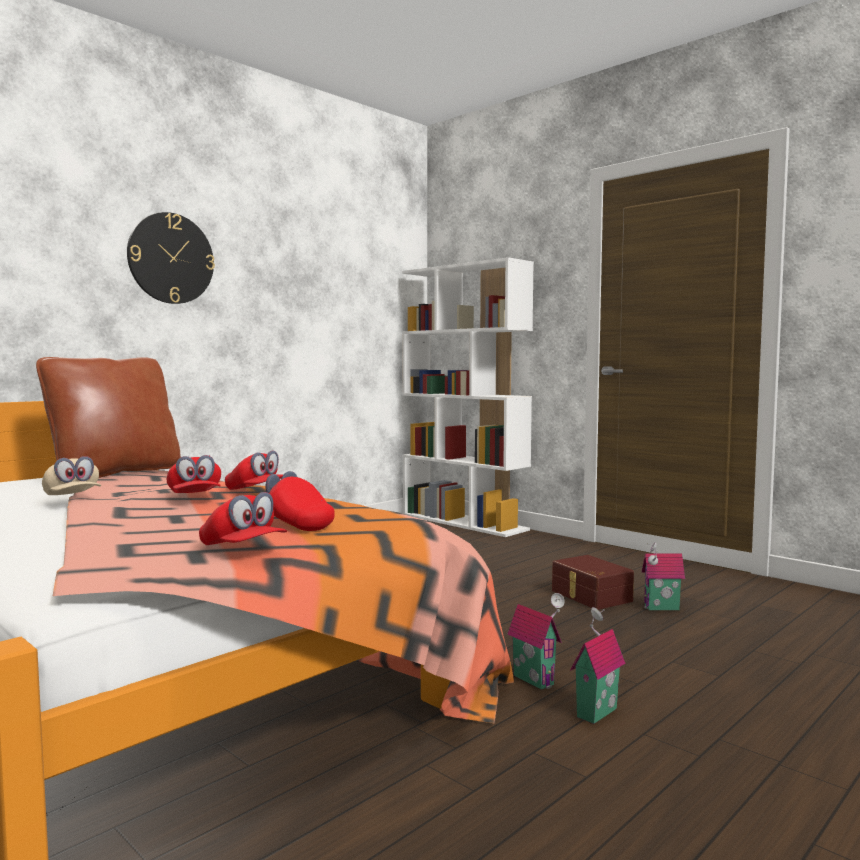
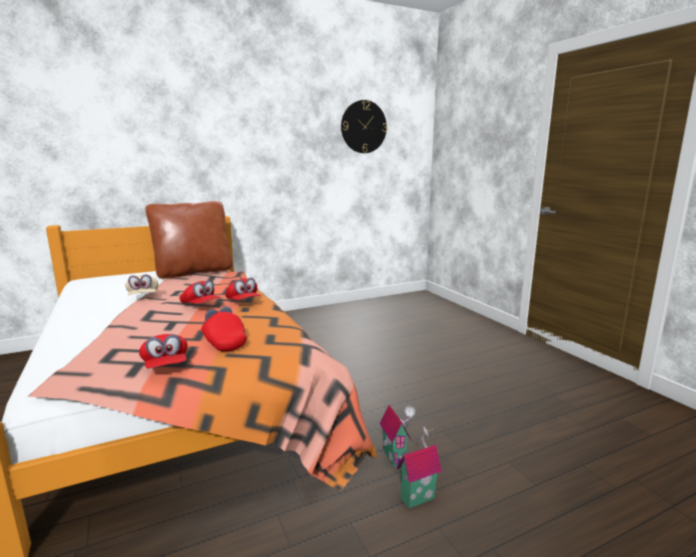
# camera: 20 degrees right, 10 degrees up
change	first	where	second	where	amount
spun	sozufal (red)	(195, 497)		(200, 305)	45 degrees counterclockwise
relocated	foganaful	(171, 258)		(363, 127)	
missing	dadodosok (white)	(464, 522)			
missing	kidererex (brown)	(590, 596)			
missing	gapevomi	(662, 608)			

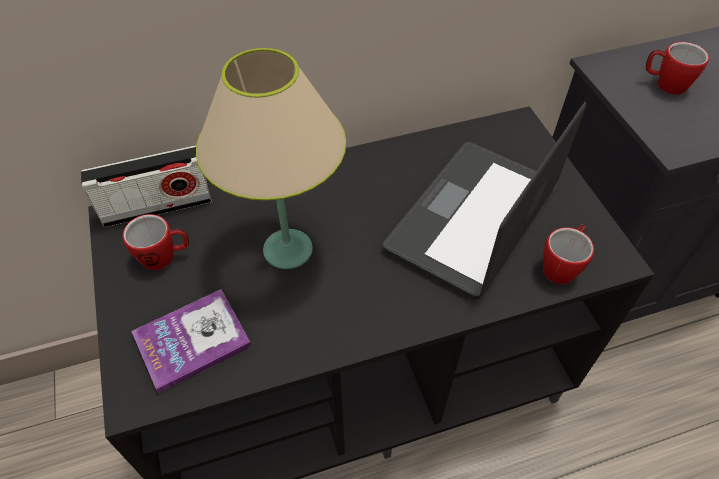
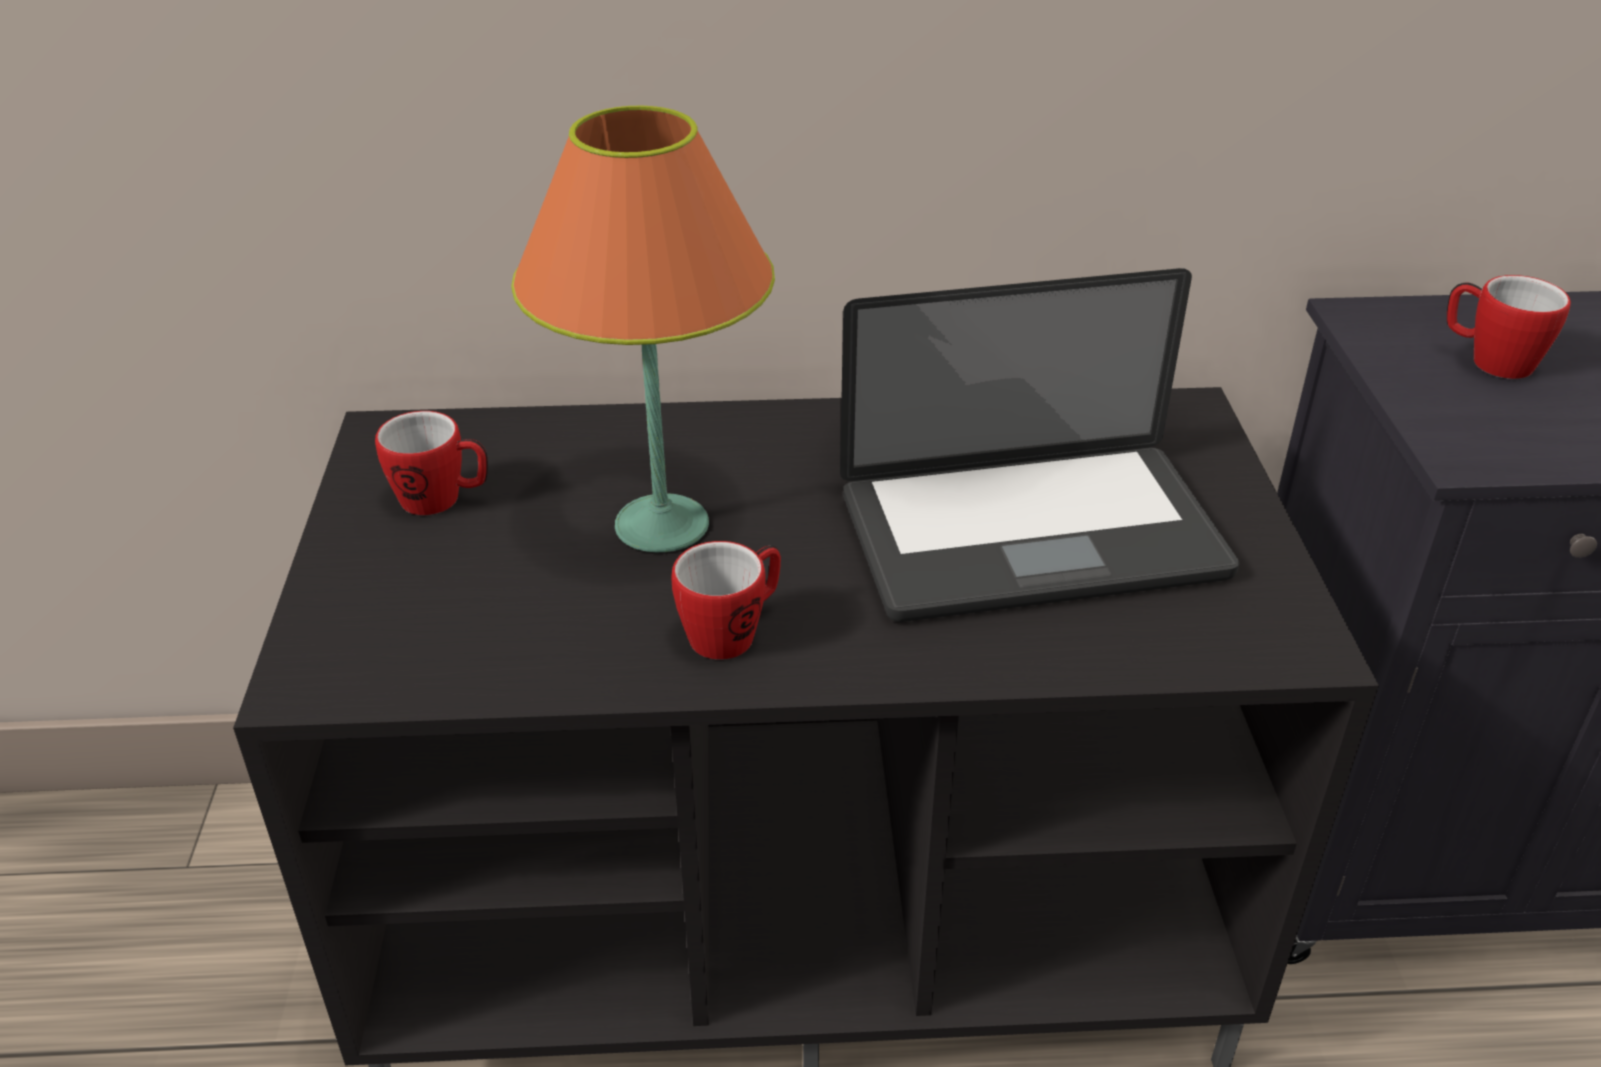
# camera: 15 degrees right, 15 degrees down
change	first	where	second	where	amount
colour	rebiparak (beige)	(287, 250)	rebiparak (orange)	(661, 525)	
relocated	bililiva	(561, 266)		(733, 632)	
spun	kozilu	(472, 218)		(1031, 536)	150 degrees counterclockwise
missing	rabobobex	(157, 207)			
missing	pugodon	(192, 341)			

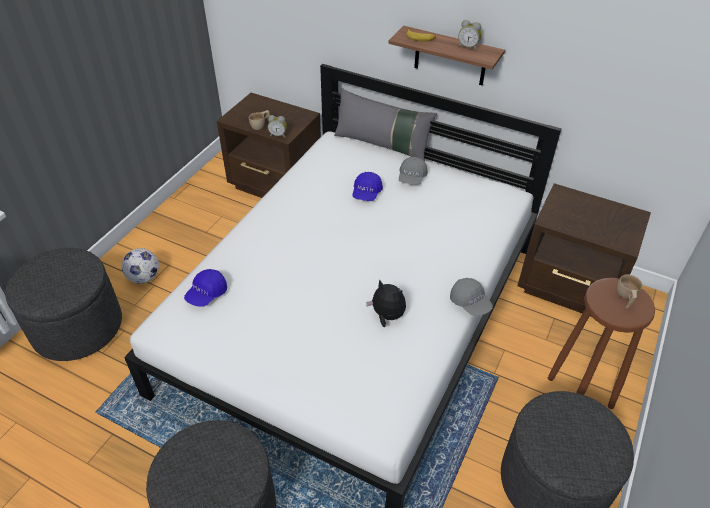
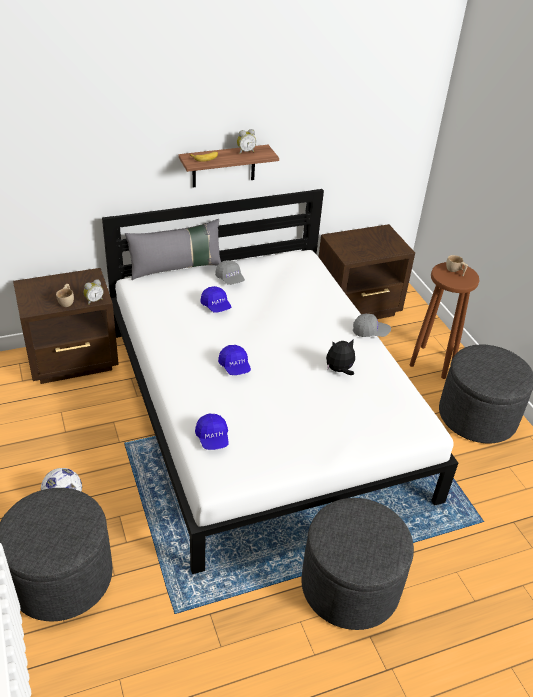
# camera: 50 degrees left, 5 degrees down
change	first	where	second	where	amount
appeared			sozufal (blue)	(235, 367)	

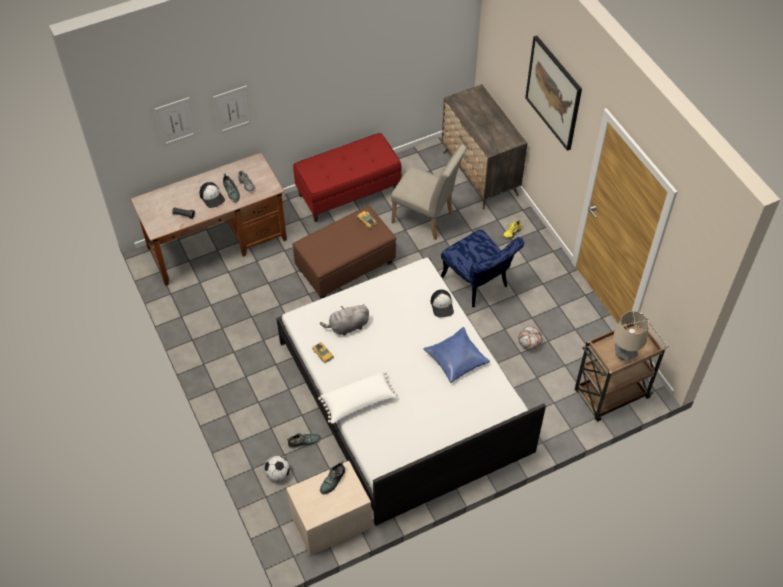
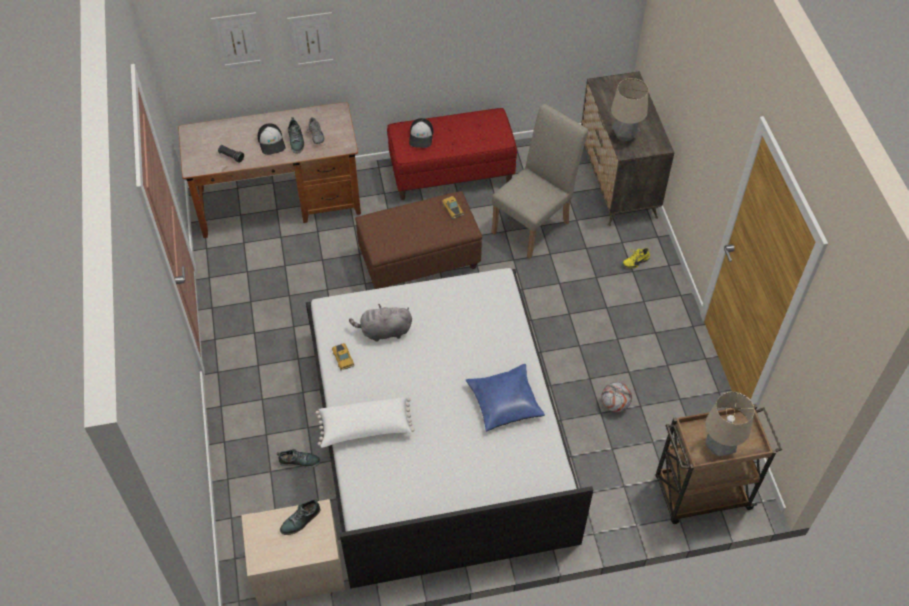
# camera: 15 degrees right, 0 degrees up
change	first	where	second	where	amount
relocated	sozufal	(442, 305)		(421, 136)	
spun	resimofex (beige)	(426, 219)		(535, 224)	90 degrees counterclockwise
appeared			rebiparak	(624, 136)	
missing	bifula	(278, 474)			
missing	resimofex (blue)	(478, 285)			
missing	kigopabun	(554, 93)			

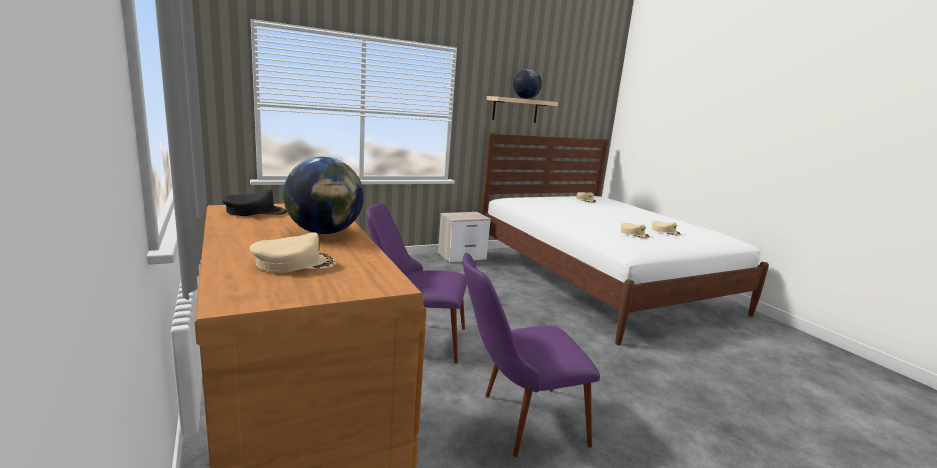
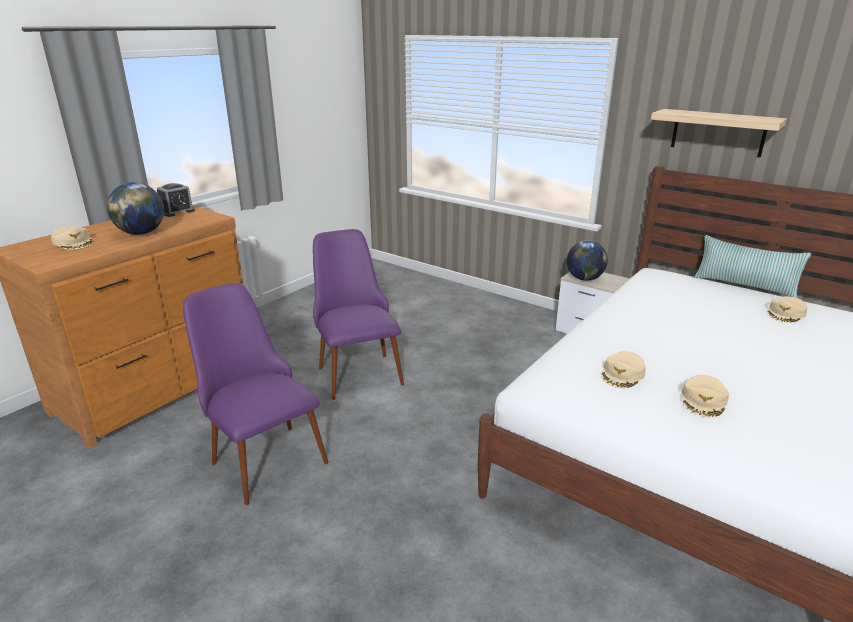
# camera: 65 degrees right, 10 degrees up
change	first	where	second	where	amount
exchanged	sozufal (black)	(255, 211)	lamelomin	(177, 212)	
relocated	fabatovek	(525, 99)		(584, 279)	
appeared			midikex	(744, 286)	

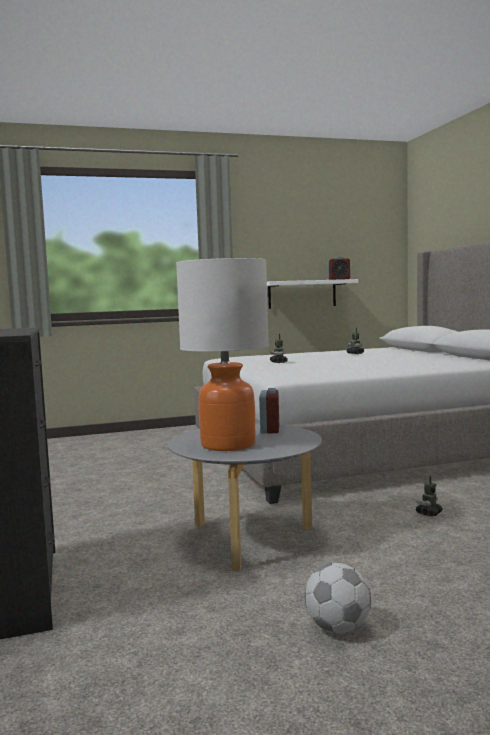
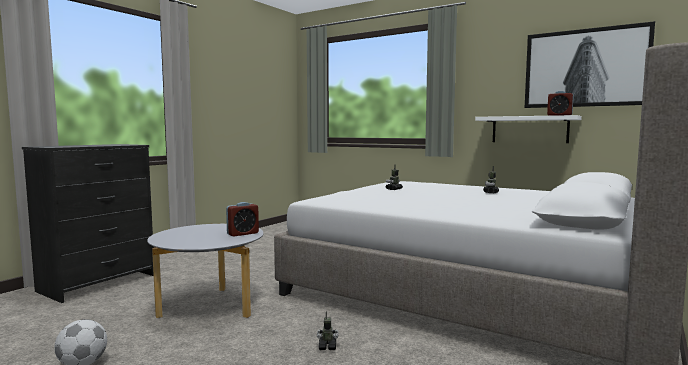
# camera: 50 degrees right, 0 degrees up
change	first	where	second	where	amount
appeared			kigopabun	(585, 68)	
missing	rebiparak	(228, 445)			

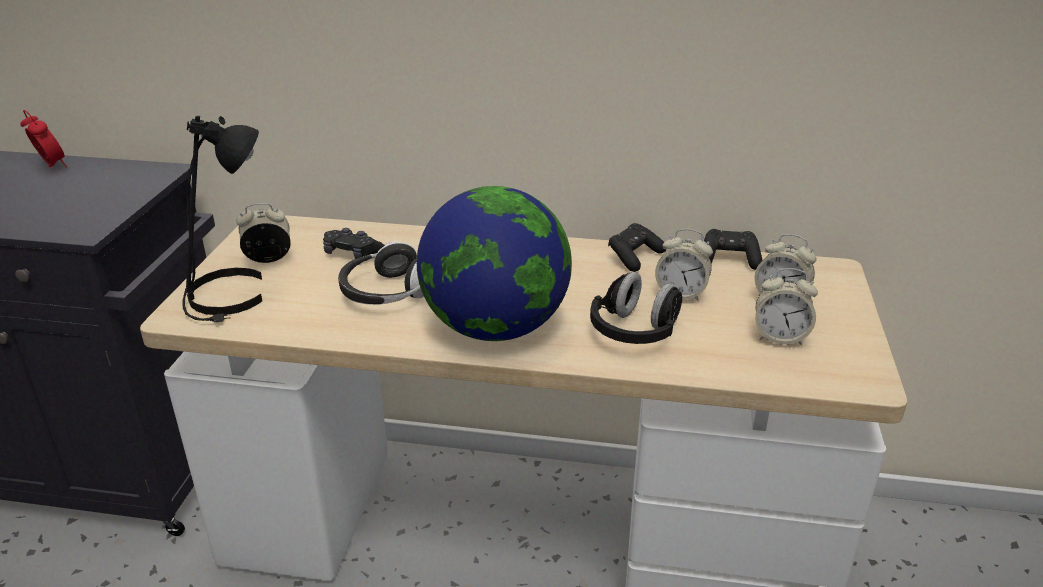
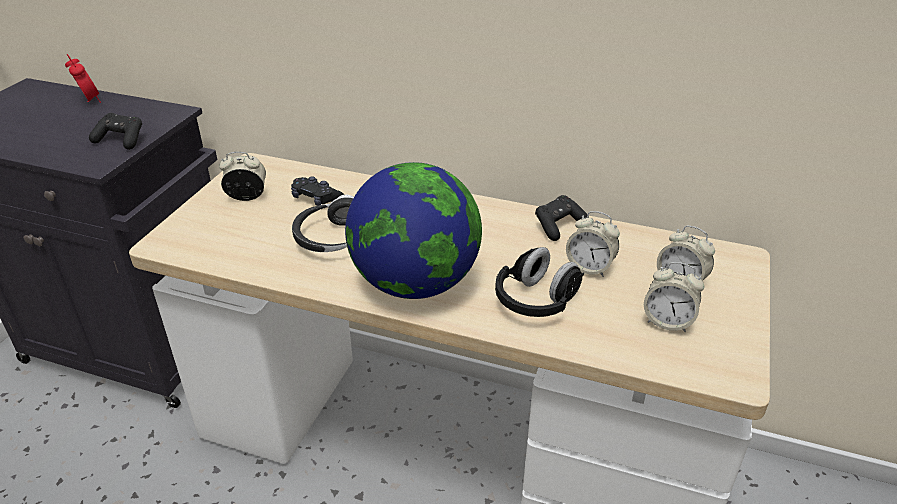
# camera: 10 degrees right, 5 degrees up
change	first	where	second	where	amount
relocated	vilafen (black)	(729, 260)		(121, 140)	
missing	rebiparak (black)	(229, 297)			

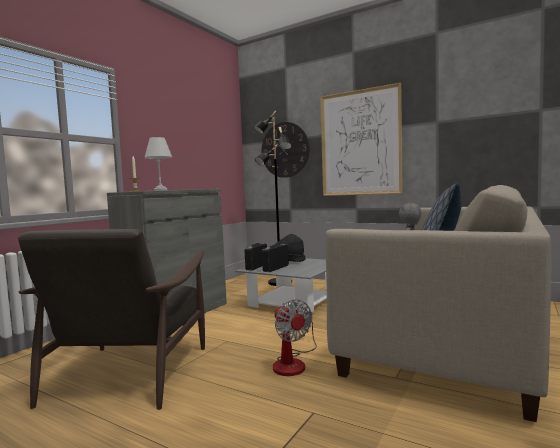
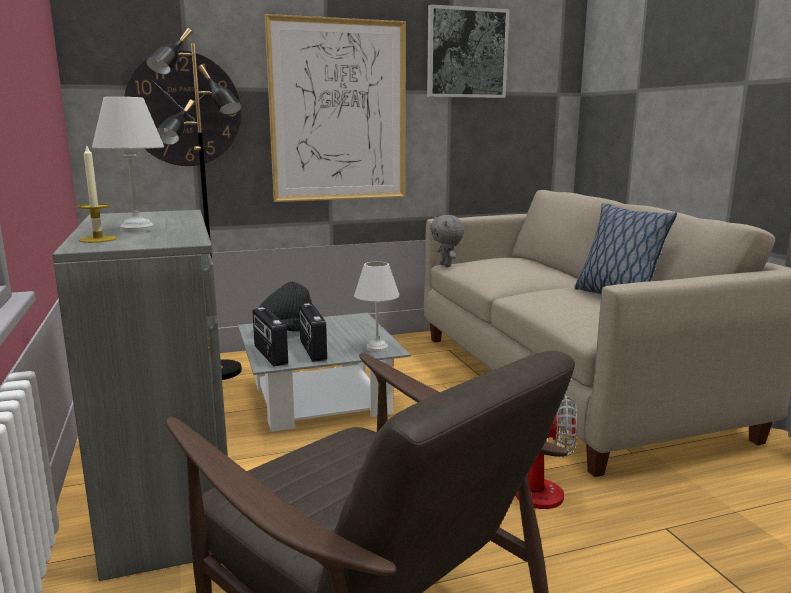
# camera: 50 degrees left, 10 degrees up
change	first	where	second	where	amount
appeared			rebiparak (white)	(377, 348)	
appeared			kigopabun	(466, 53)	

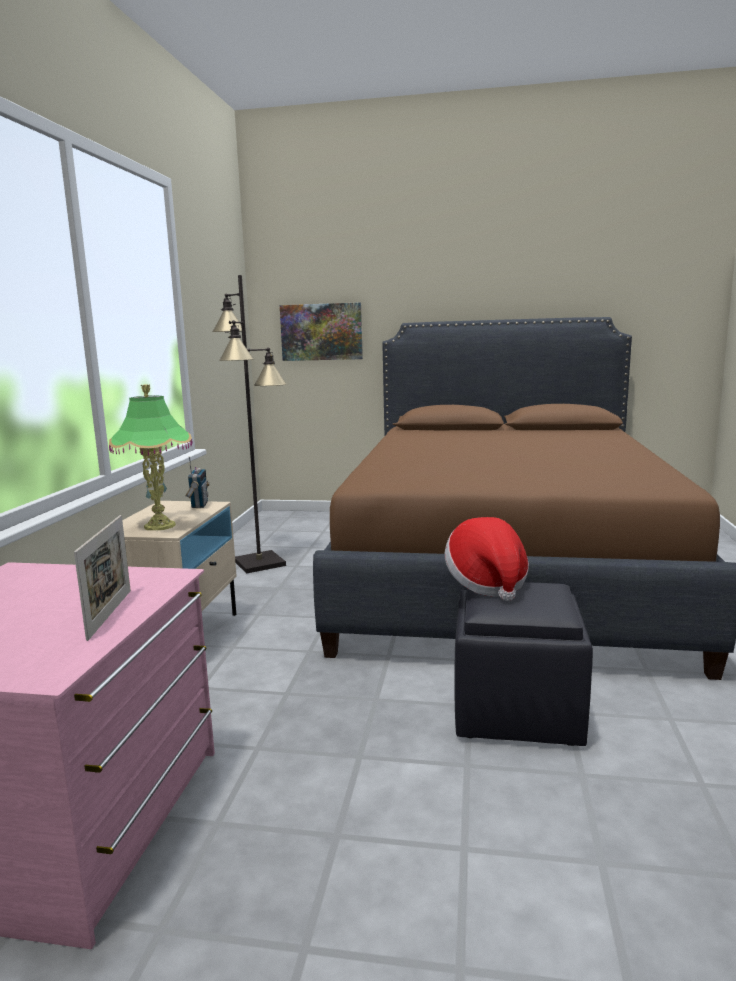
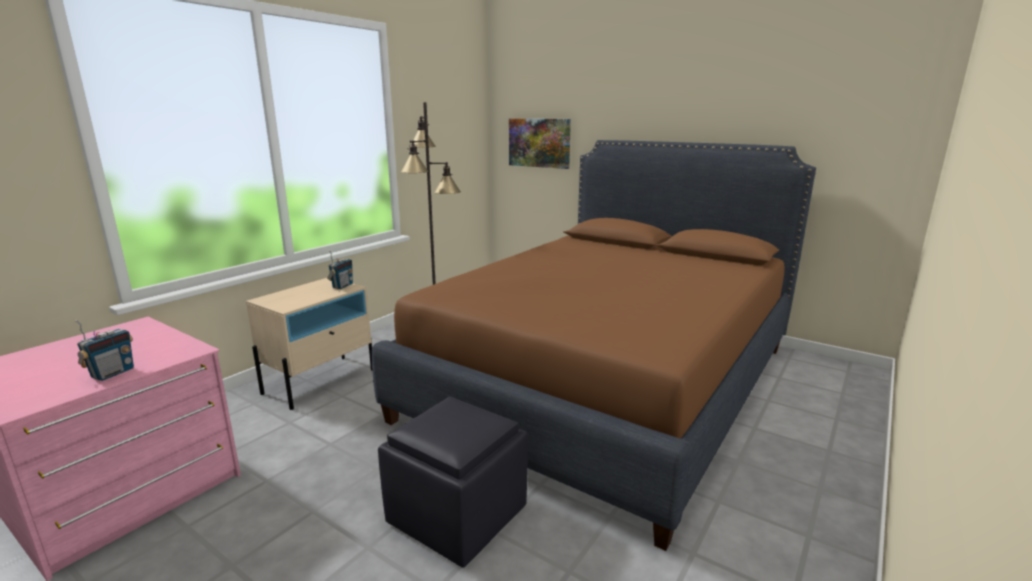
# camera: 25 degrees right, 5 degrees up
change	first	where	second	where	amount
exchanged	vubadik	(110, 614)	rabobobex	(112, 373)	
missing	rebiparak	(159, 526)			
missing	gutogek	(487, 583)			

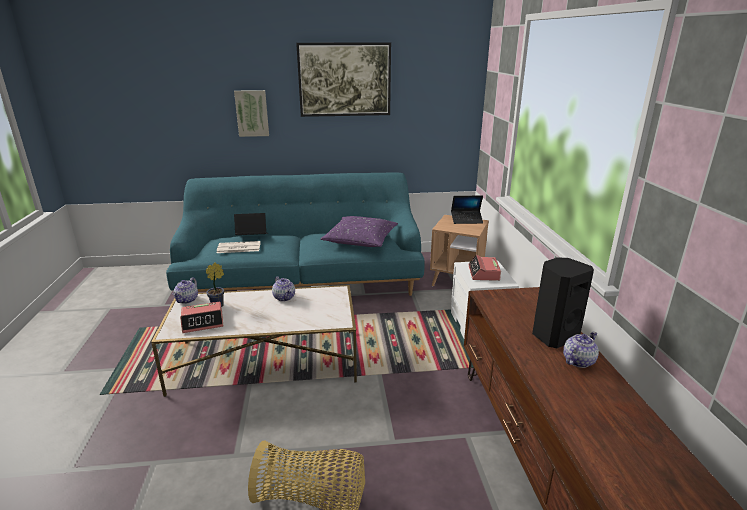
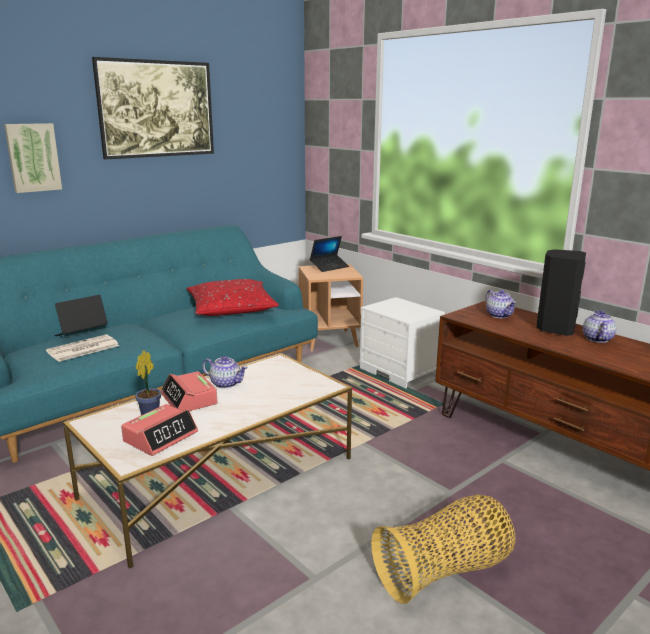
# camera: 35 degrees left, 5 degrees down
change	first	where	second	where	amount
relocated	lamelomin	(483, 273)		(189, 399)	
colour	midikex (purple)	(360, 239)	midikex (red)	(232, 308)	
relocated	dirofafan	(187, 300)		(499, 315)	

